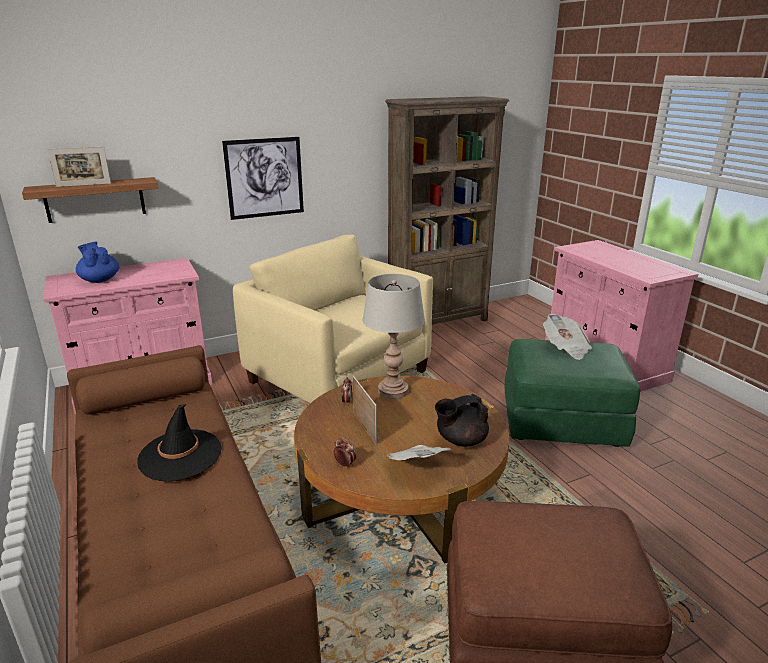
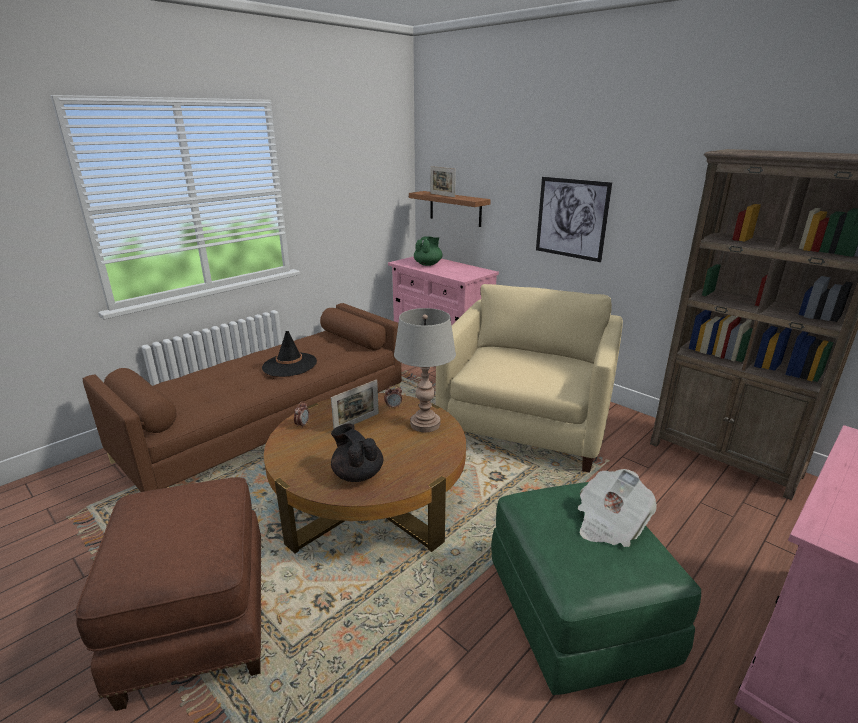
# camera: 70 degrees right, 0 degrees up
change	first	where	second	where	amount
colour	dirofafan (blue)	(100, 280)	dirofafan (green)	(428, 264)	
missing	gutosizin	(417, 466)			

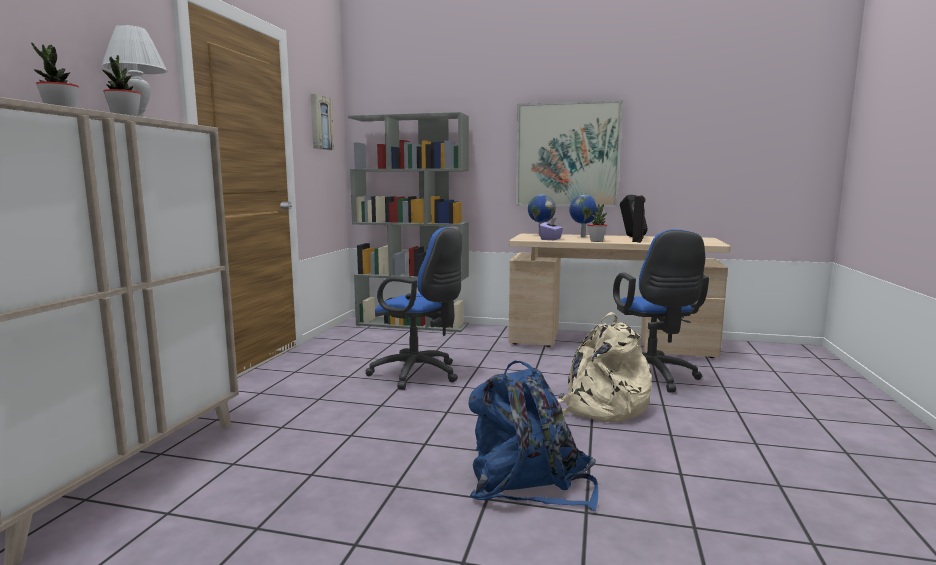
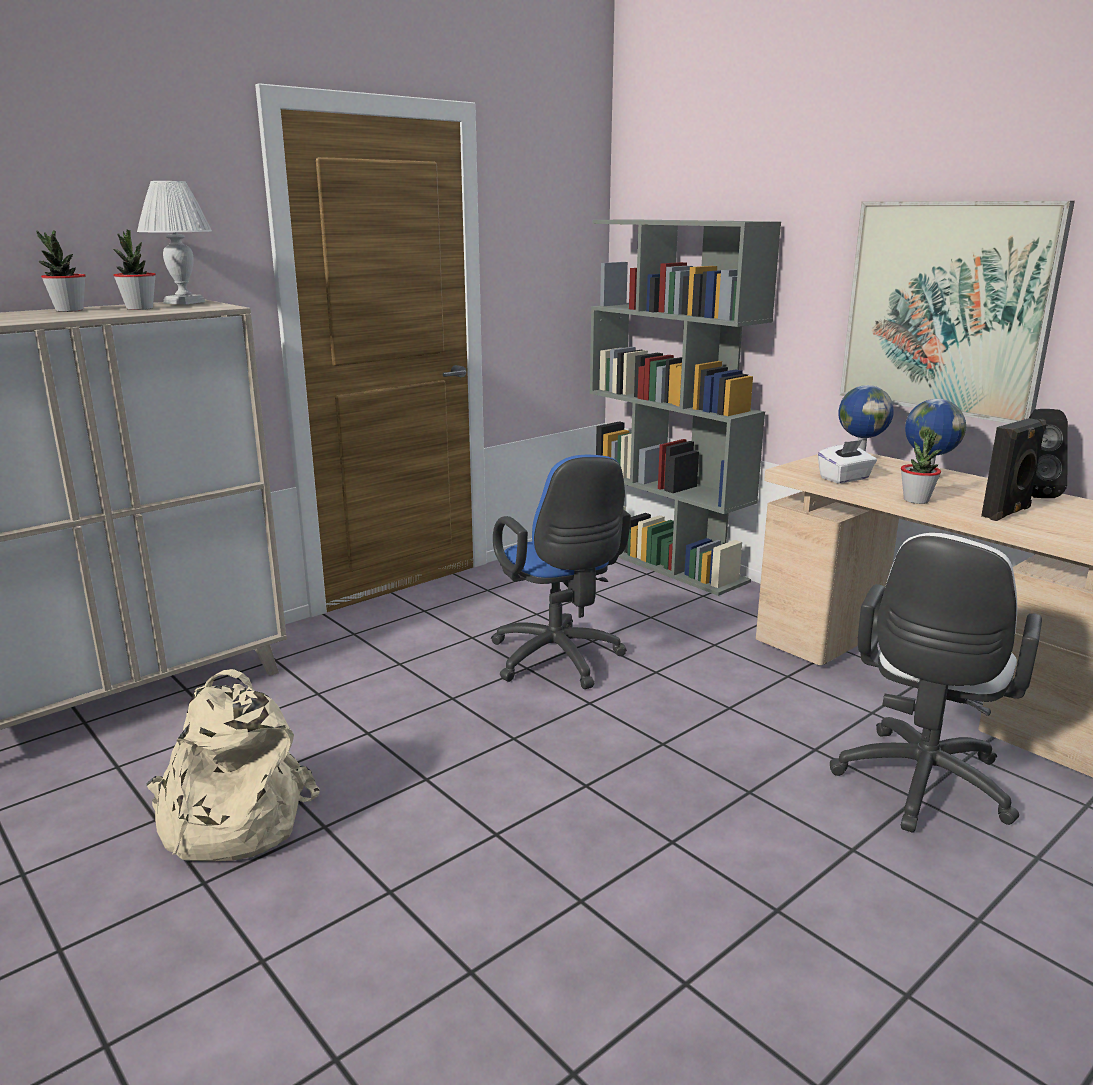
# camera: 35 degrees right, 10 degrees up
change	first	where	second	where	amount
relocated	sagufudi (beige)	(600, 407)		(230, 819)	
colour	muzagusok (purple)	(551, 239)	muzagusok (white)	(845, 478)	
colour	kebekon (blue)	(652, 377)	kebekon (white)	(920, 787)	
missing	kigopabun	(320, 123)			
missing	sagufudi (blue)	(528, 482)			

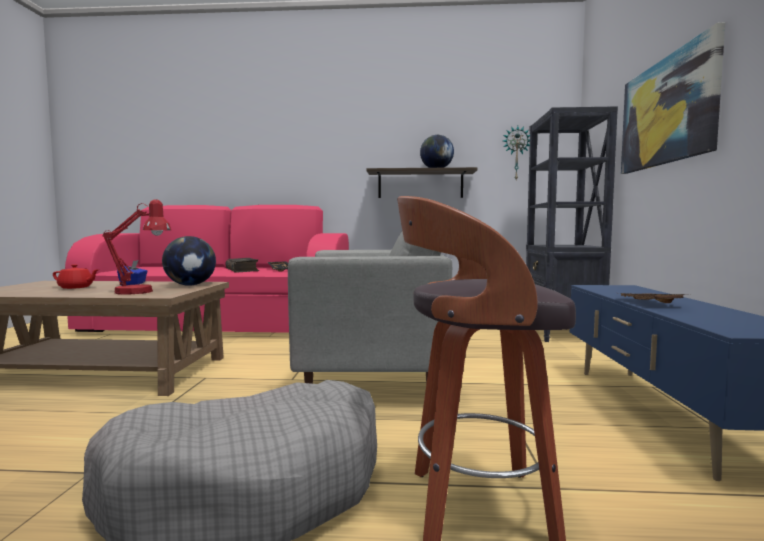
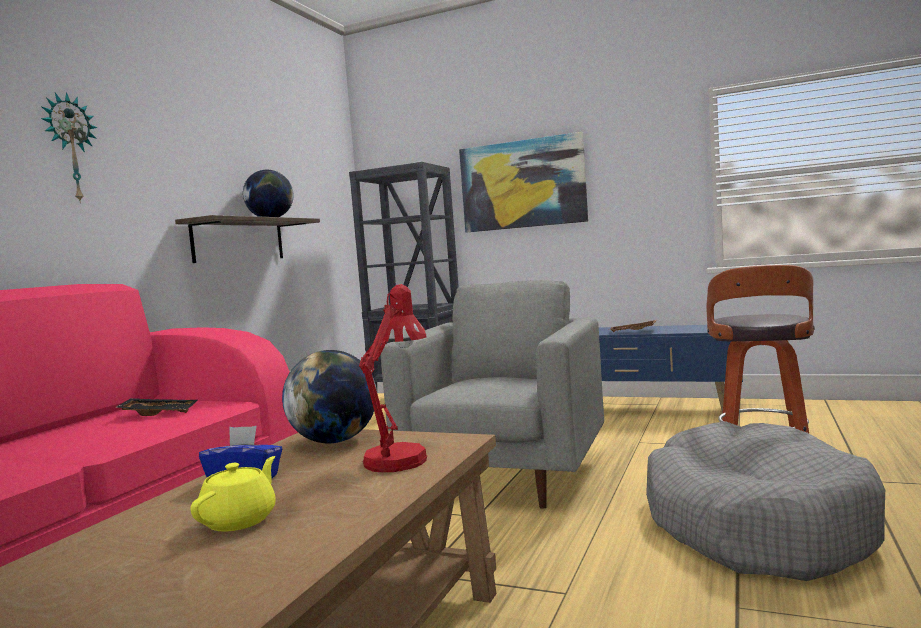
# camera: 70 degrees left, 0 degrees up
change	first	where	second	where	amount
relocated	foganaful	(516, 153)		(70, 148)	
colour	dirofafan (red)	(76, 287)	dirofafan (yellow)	(240, 520)	
missing	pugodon	(242, 270)			

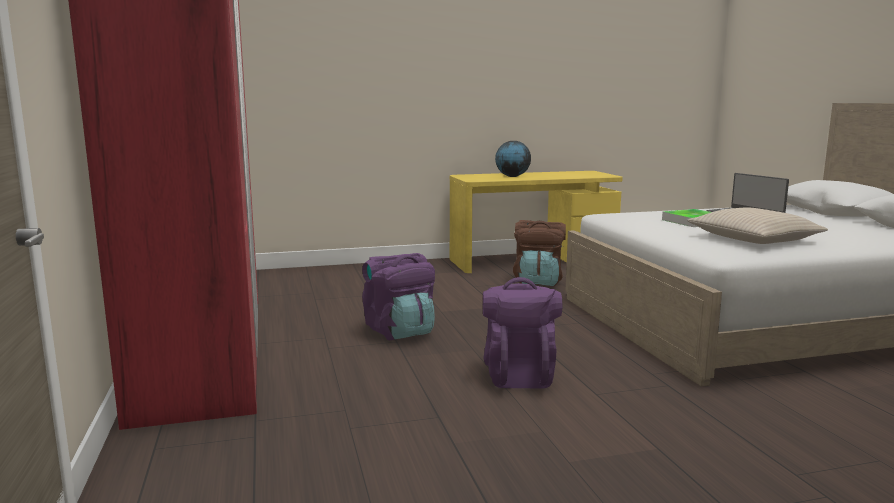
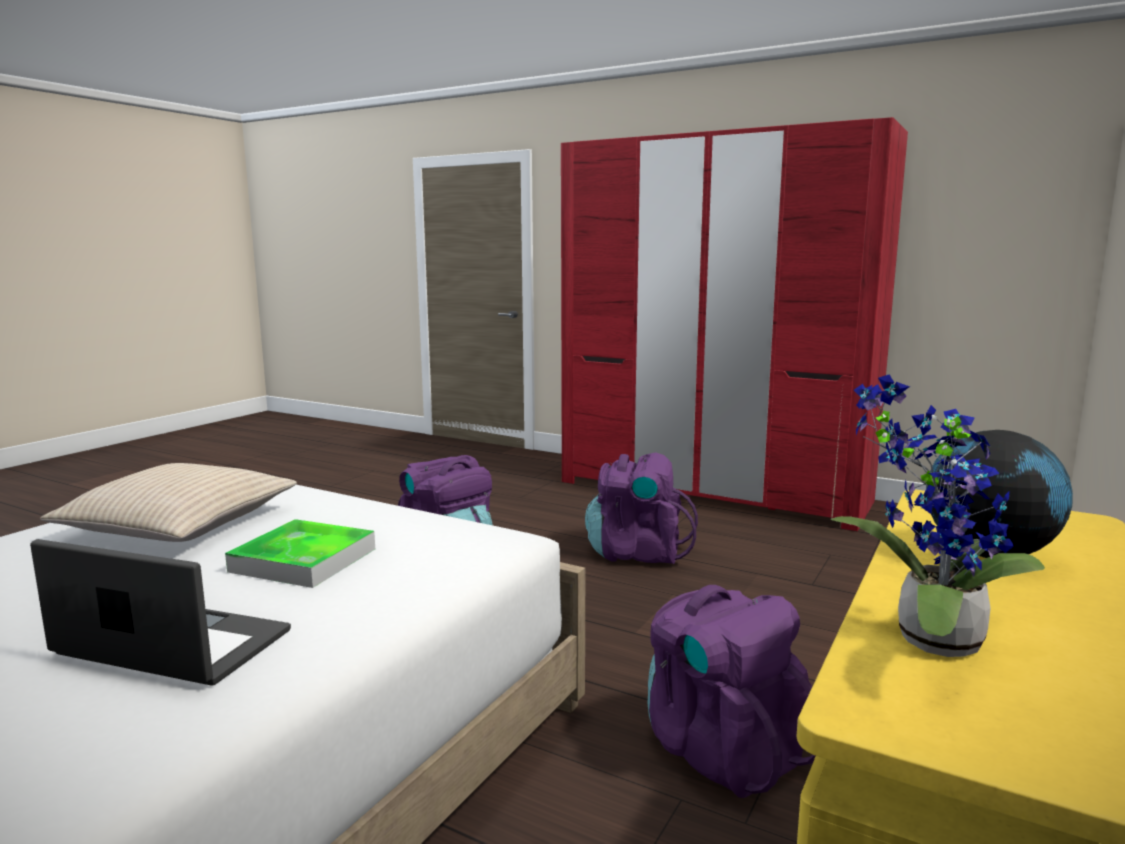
# camera: 135 degrees right, 0 degrees up
change	first	where	second	where	amount
colour	sagufudi (brown)	(538, 281)	sagufudi (purple)	(721, 749)	
appeared			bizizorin	(926, 639)	

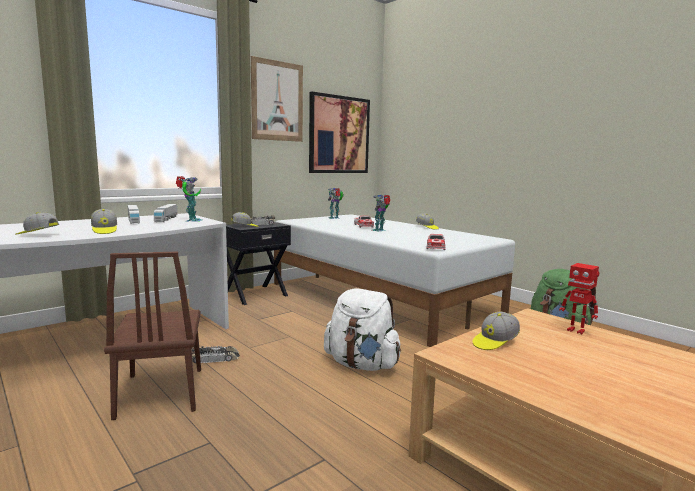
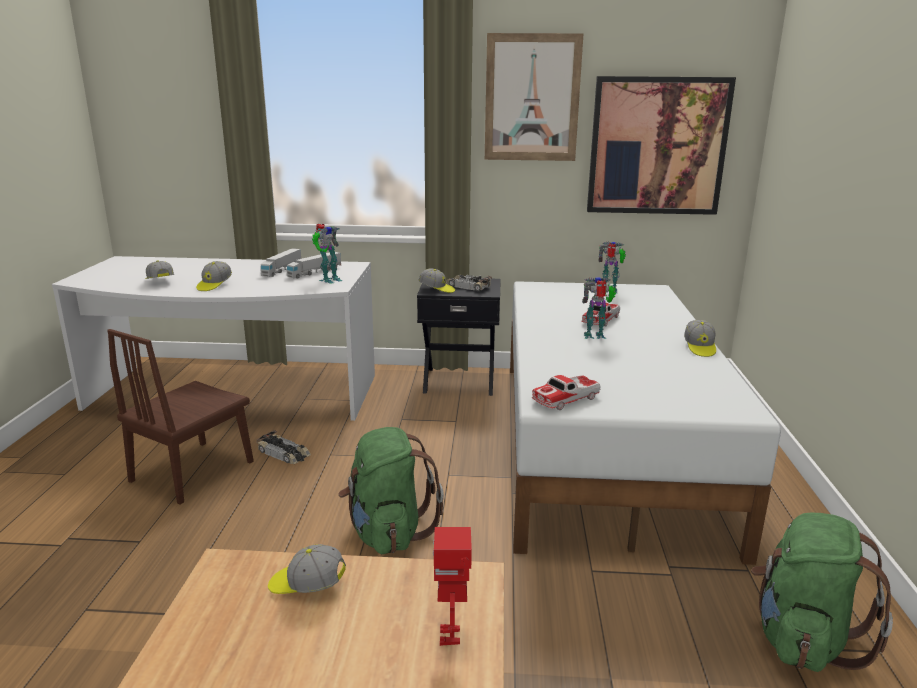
# camera: 45 degrees right, 10 degrees up
change	first	where	second	where	amount
colour	sagufudi (white)	(362, 364)	sagufudi (green)	(388, 532)	

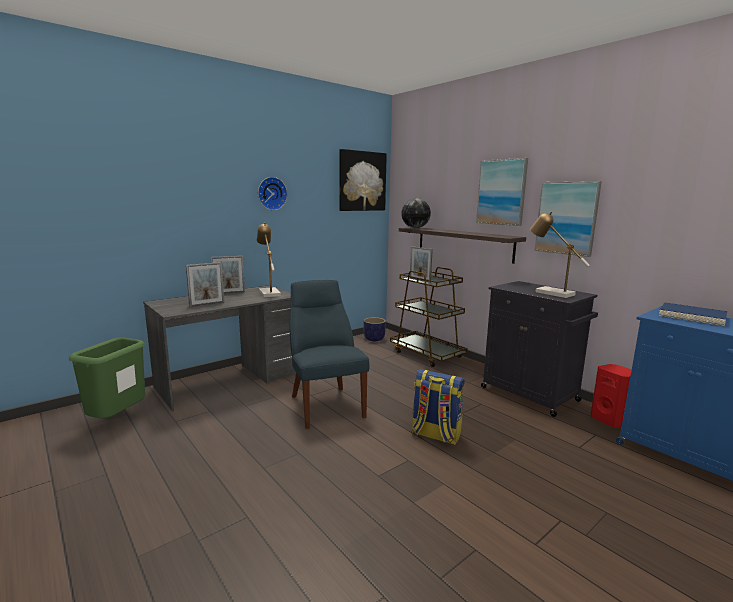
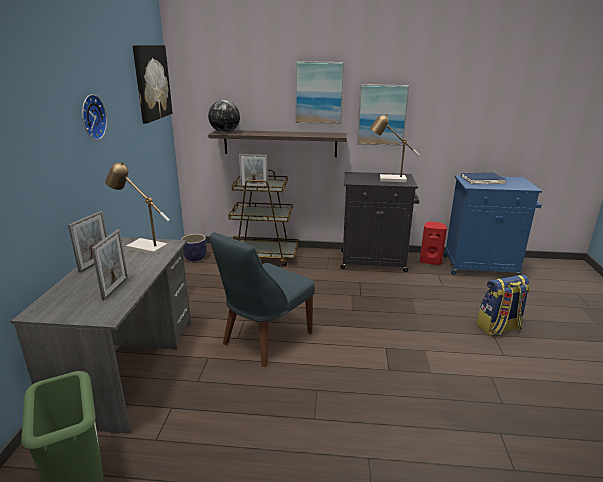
# camera: 45 degrees left, 10 degrees up
change	first	where	second	where	amount
spun	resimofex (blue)	(325, 404)		(264, 340)	75 degrees counterclockwise
relocated	sagufudi	(435, 435)		(498, 328)	

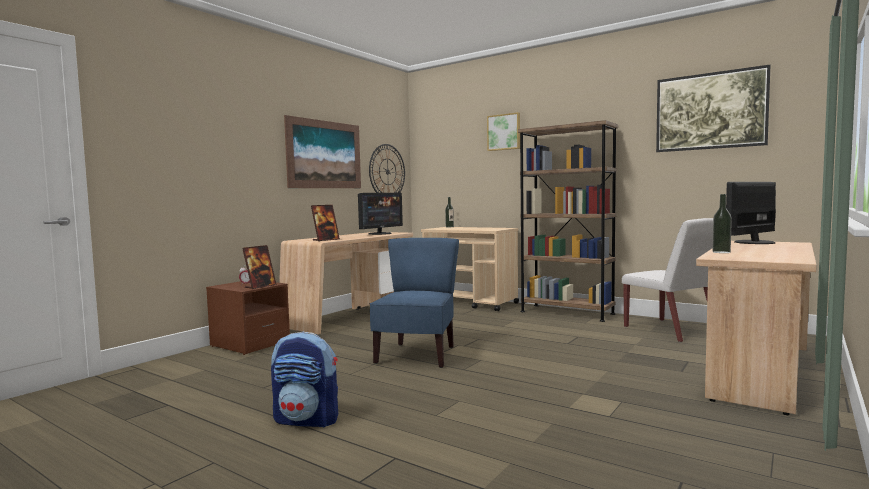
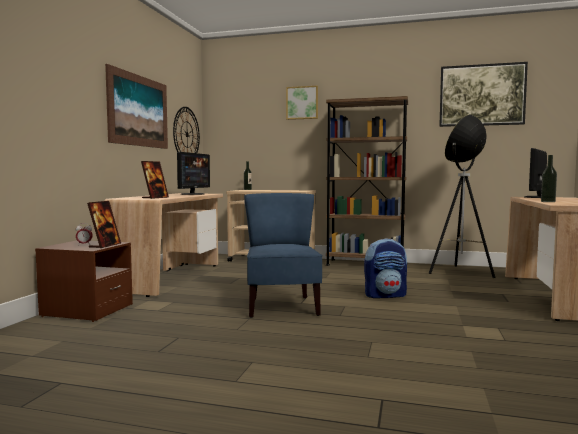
# camera: 20 degrees left, 0 degrees up
change	first	where	second	where	amount
relocated	sagufudi	(307, 420)		(385, 295)	
exchanged	resimofex (white)	(671, 331)	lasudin	(461, 273)	

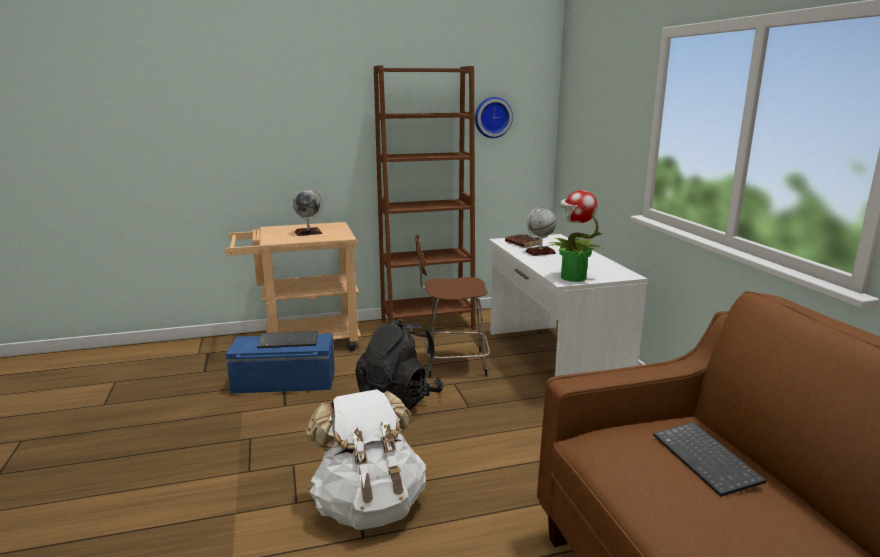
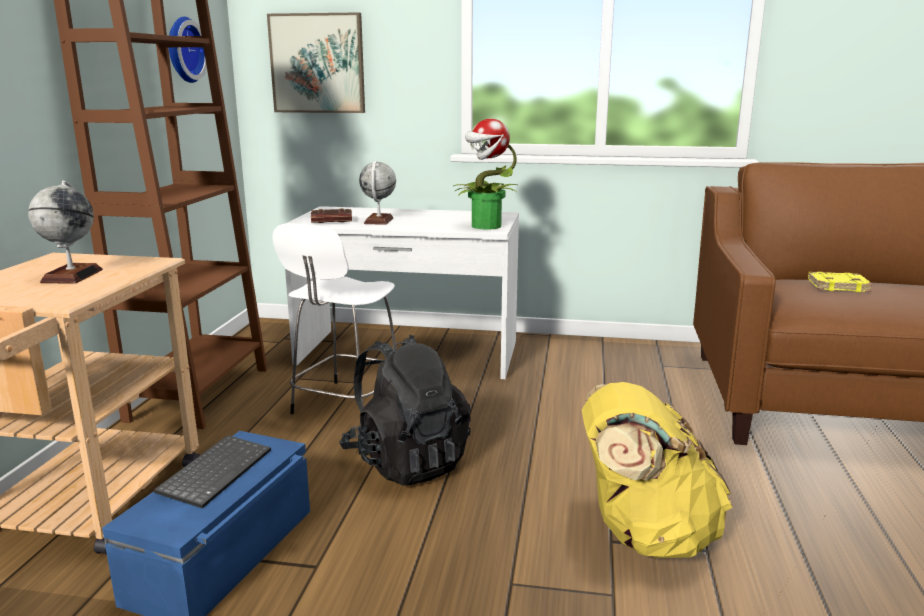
# camera: 65 degrees left, 0 degrees up
change	first	where	second	where	amount
appeared			kigopabun	(317, 63)	
colour	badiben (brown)	(453, 364)	badiben (white)	(346, 406)	
colour	sagufudi (white)	(369, 506)	sagufudi (yellow)	(644, 534)	
exchanged	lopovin	(708, 460)	pugodon (yellow)	(838, 286)	

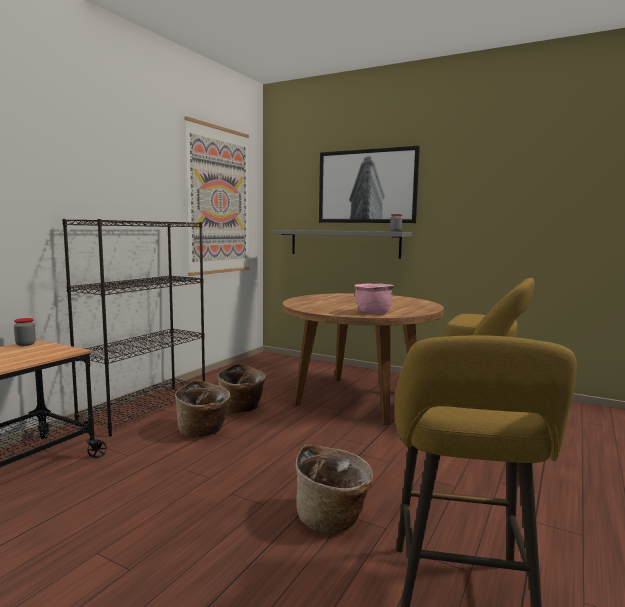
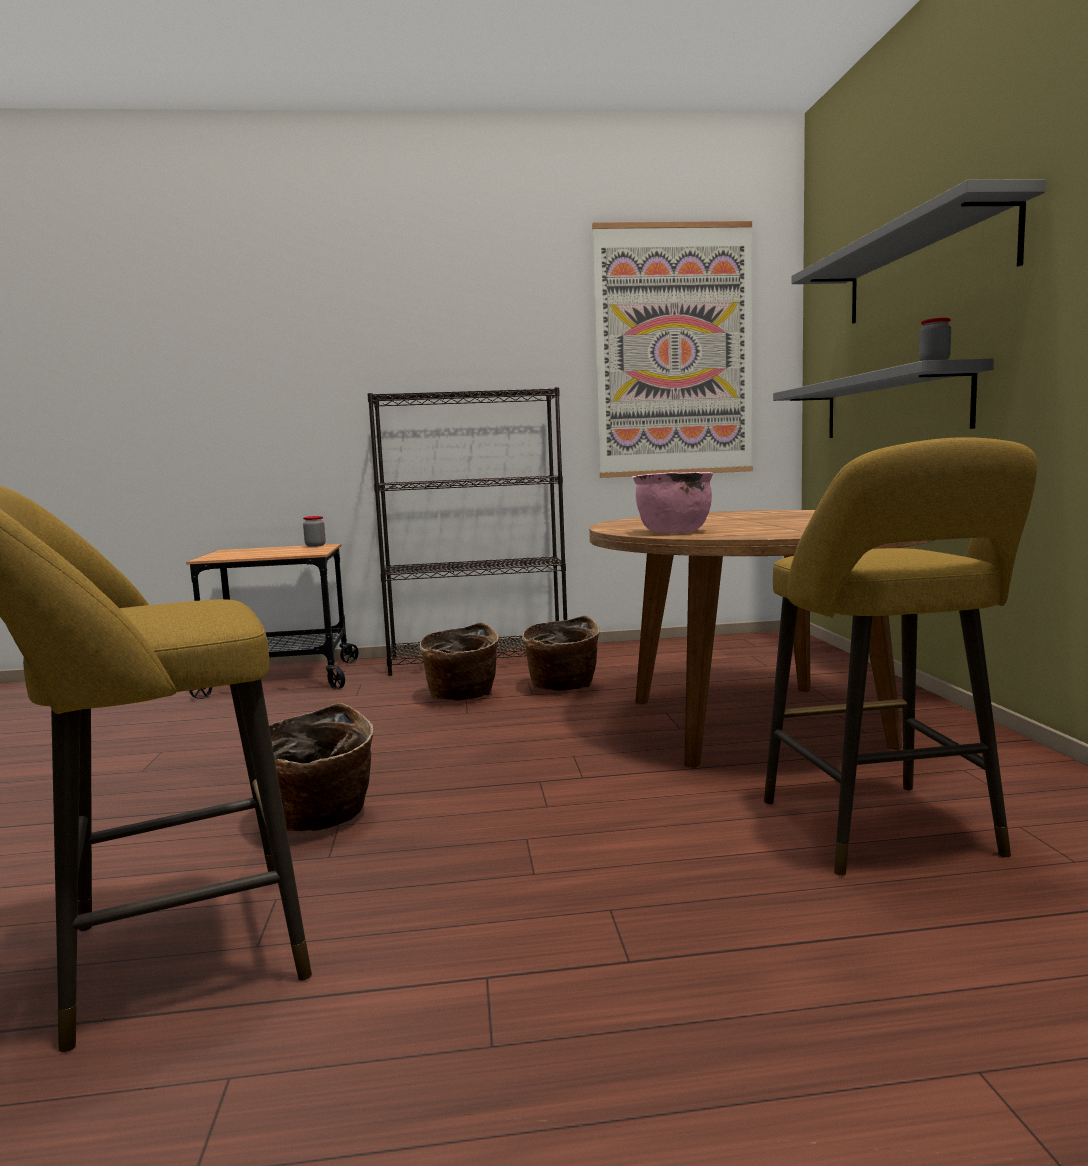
# camera: 55 degrees right, 0 degrees up
change	first	where	second	where	amount
exchanged	kigopabun	(366, 186)	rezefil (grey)	(924, 268)	

